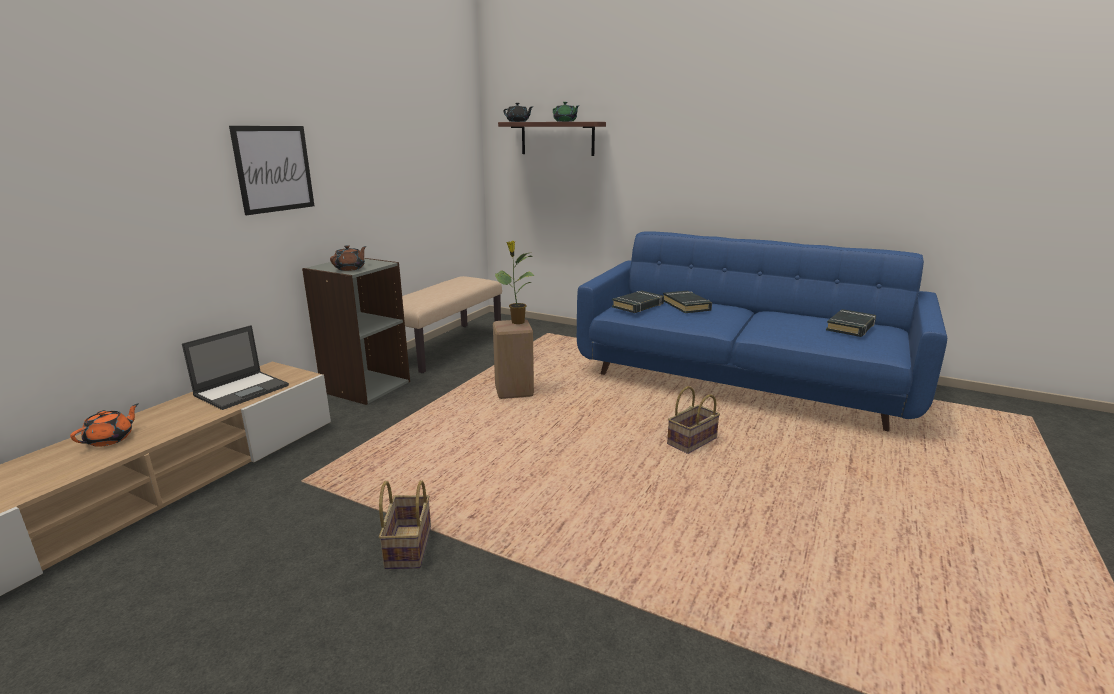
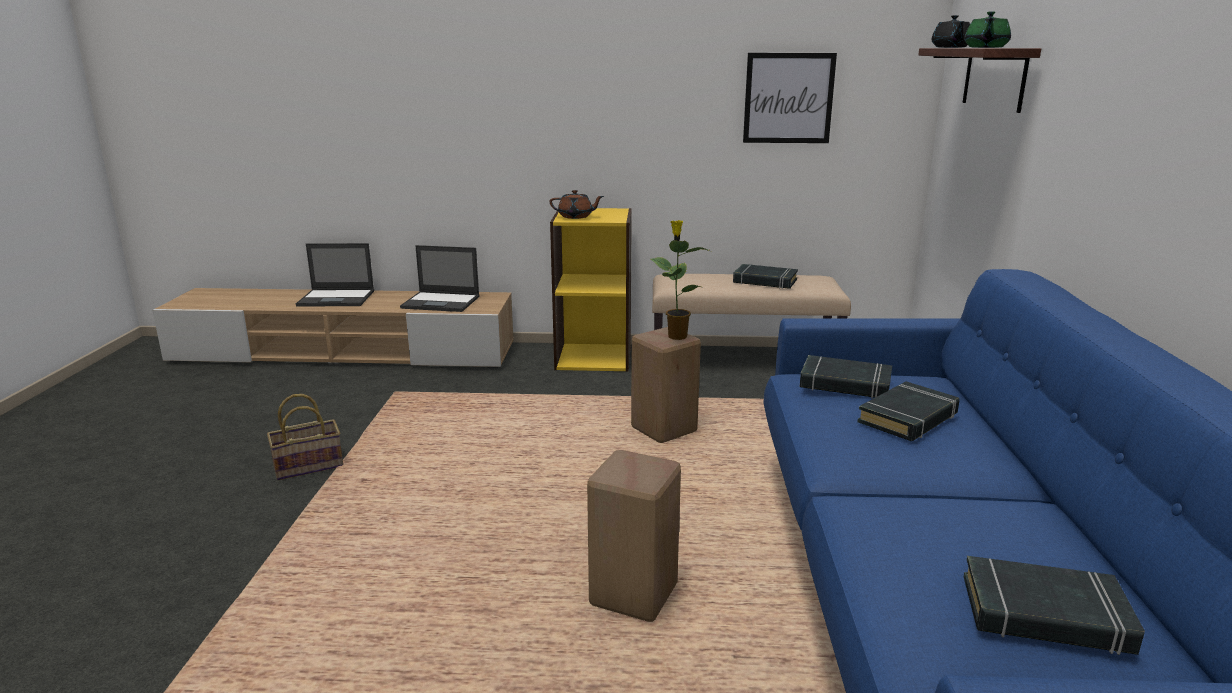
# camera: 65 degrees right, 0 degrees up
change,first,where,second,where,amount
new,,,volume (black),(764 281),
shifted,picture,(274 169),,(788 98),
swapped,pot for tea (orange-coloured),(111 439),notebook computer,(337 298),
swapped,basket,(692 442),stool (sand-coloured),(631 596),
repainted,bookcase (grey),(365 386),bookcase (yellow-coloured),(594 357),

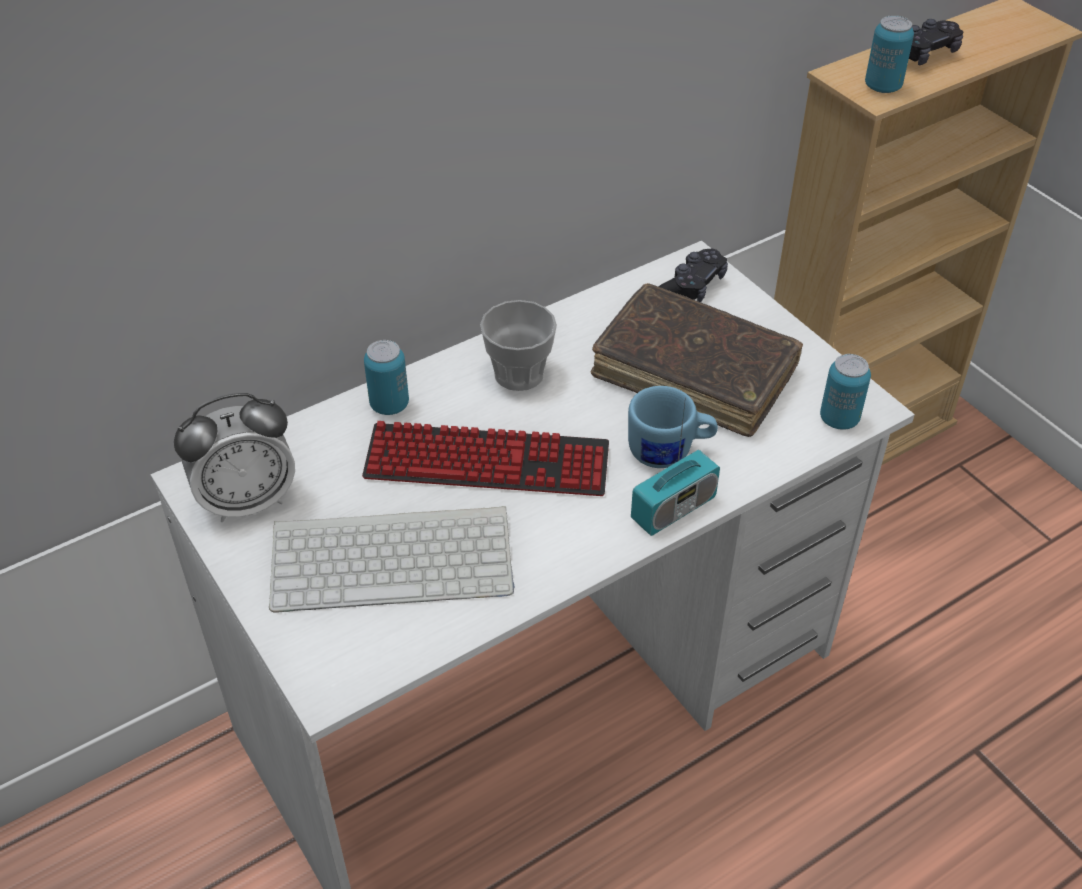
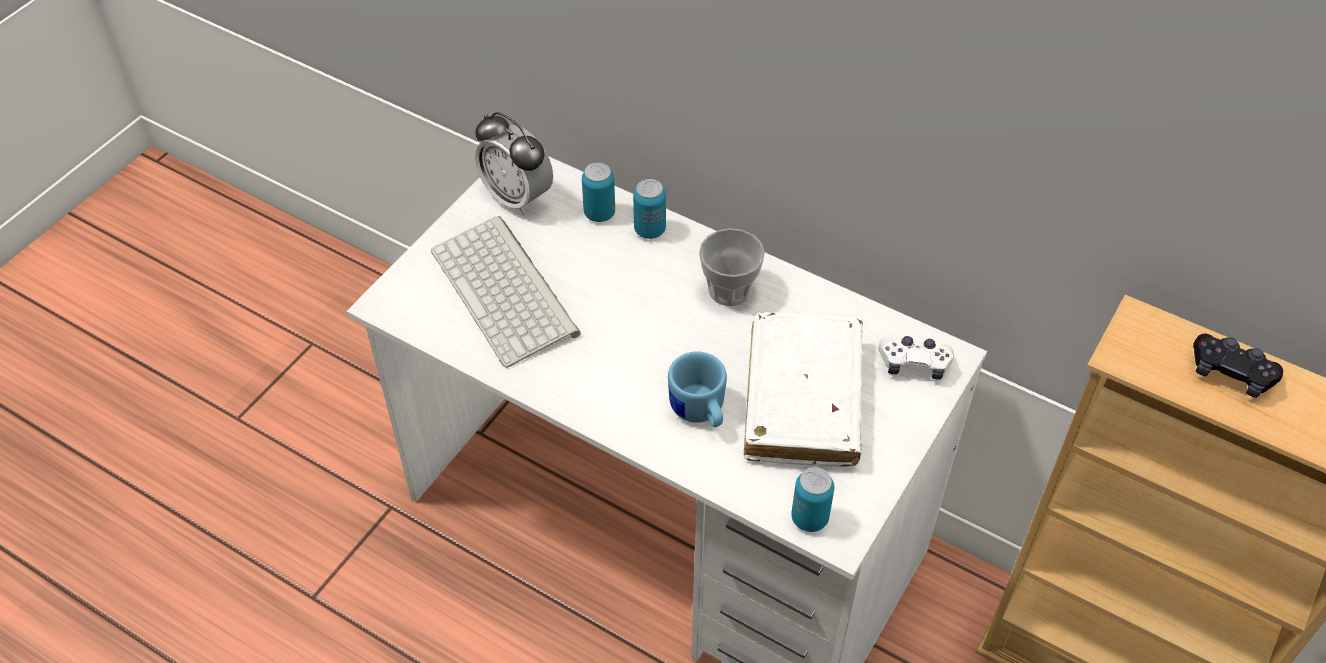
# camera: 65 degrees right, 5 degrees up
change,first,where,second,where,amount
gone,PC keyboard,(487 463),,,
gone,radio receiver,(673 509),,,
shifted,sealed can,(882 87),,(599 213),
repainted,volume (brown-coloured),(694 373),volume (white),(802 400),
repainted,game controller (black),(692 287),game controller (white),(914 364),

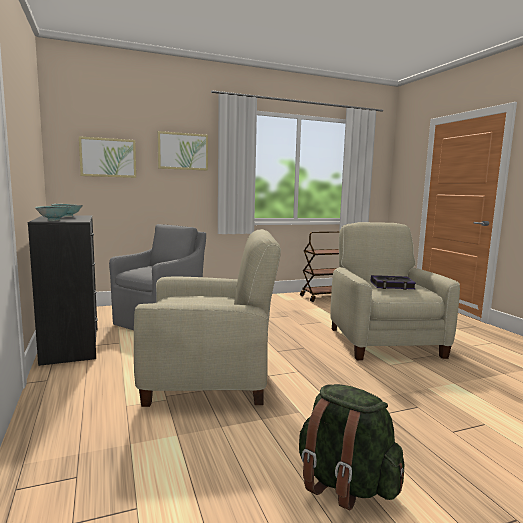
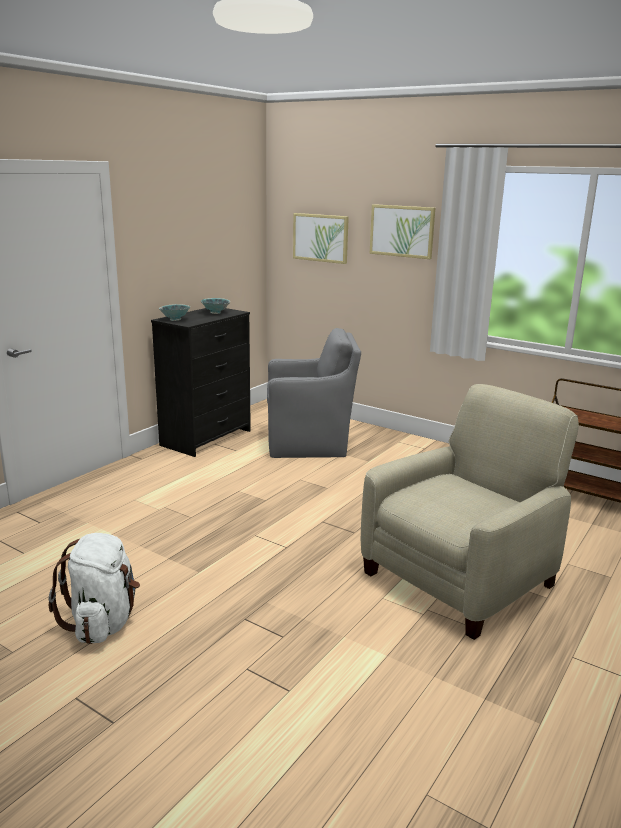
# camera: 55 degrees right, 10 degrees up
change,first,where,second,where,amount
gone,easy chair (sand-coloured),(209 378),,,
gone,volume,(392 285),,,
repainted,backpack (green-coloured),(345 484),backpack (white),(102 622),

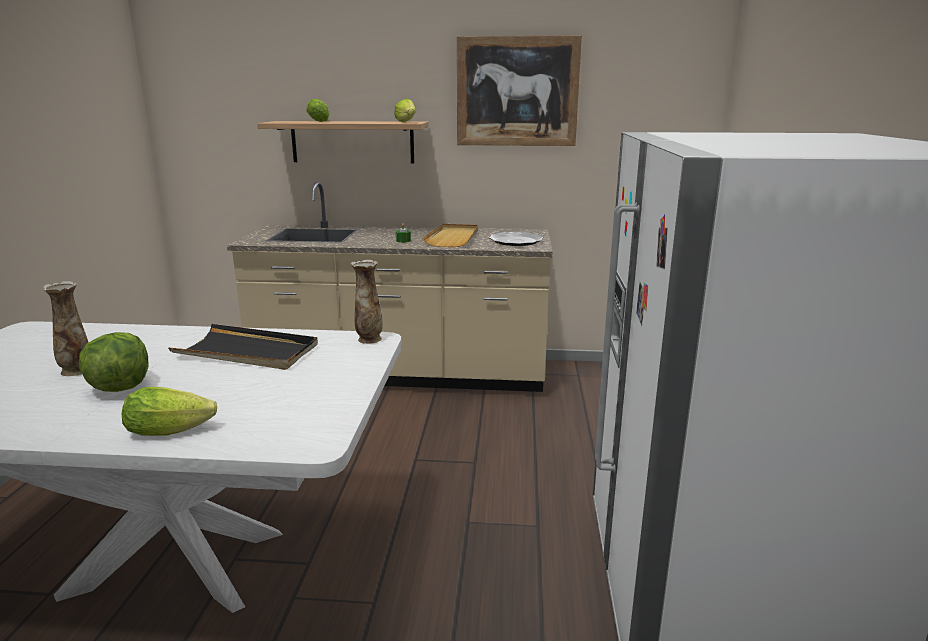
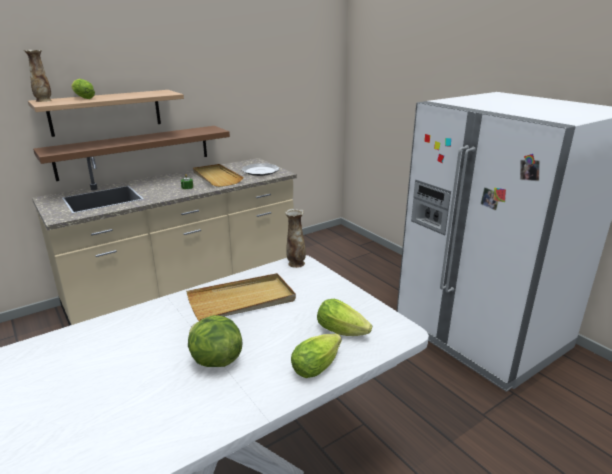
# camera: 40 degrees left, 5 degrees up
change,first,where,second,where,amount
gone,picture,(517 92),,,
new,,,bracket shelf (brown-coloured),(135 152),
shifted,vase,(77 370),,(44 101),
shifted,lettuce,(406 122),,(344 331),
repainted,tray (black),(247 352),tray (sand-coloured),(242 300),

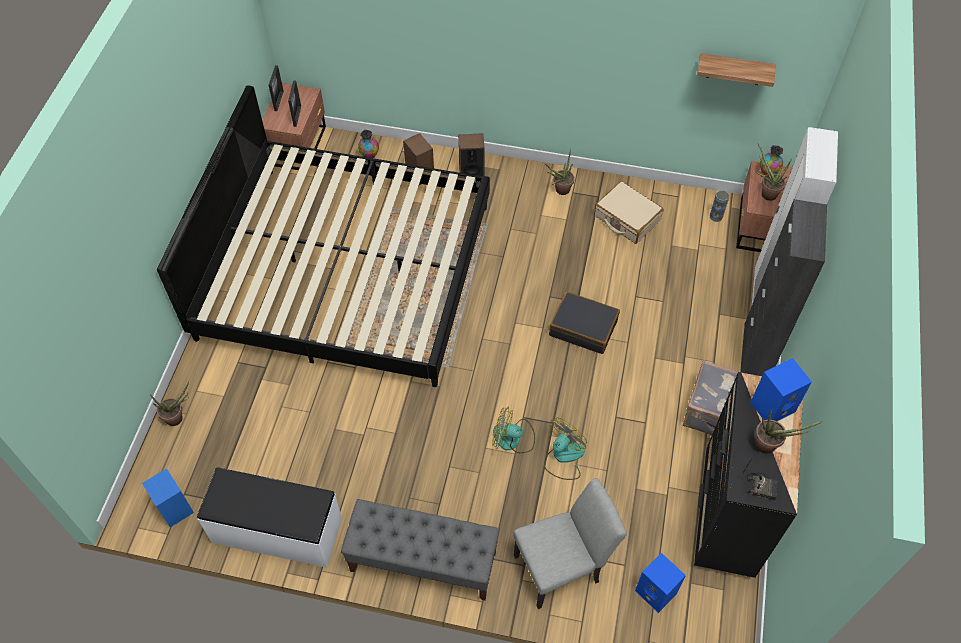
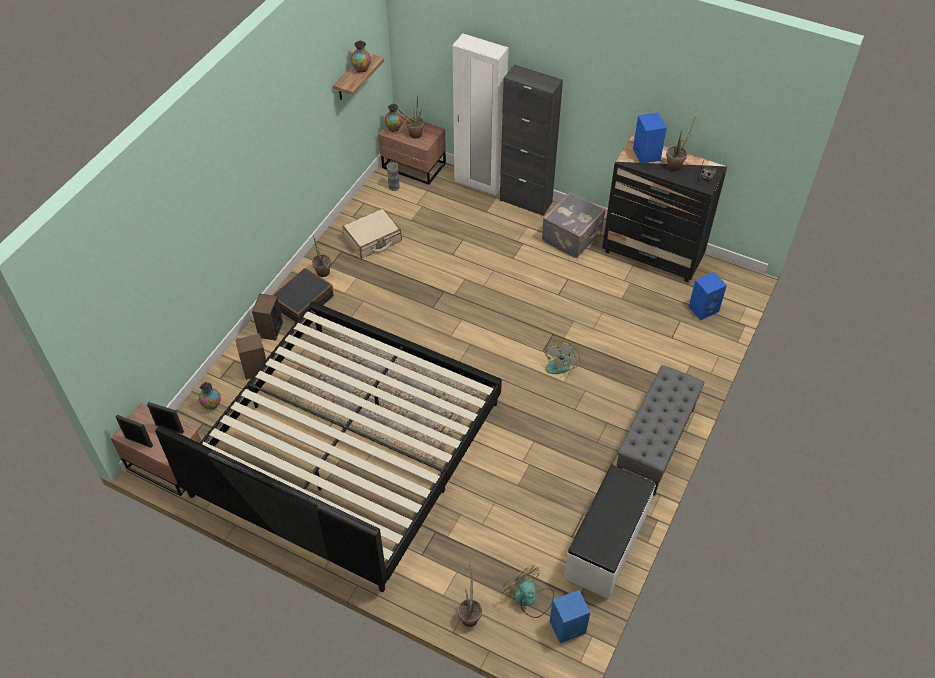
# camera: 75 degrees left, 5 degrees down
change,first,where,second,where,amount
gone,plain chair (grey),(563 567),,,
new,,,vase,(362 69),
shifted,cooling fan,(563 457),,(529 598),
shifted,travel case (black),(583 328),,(303 301),

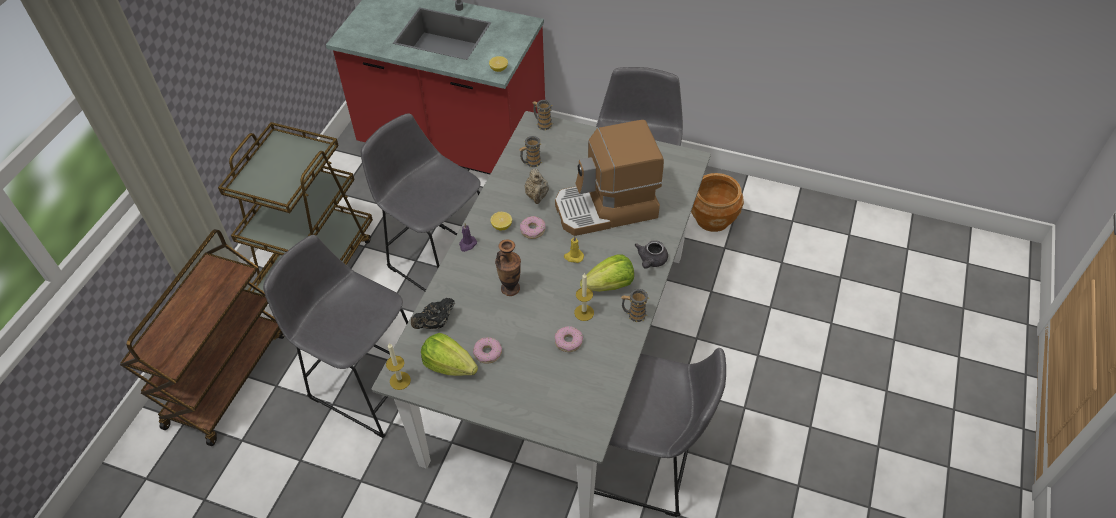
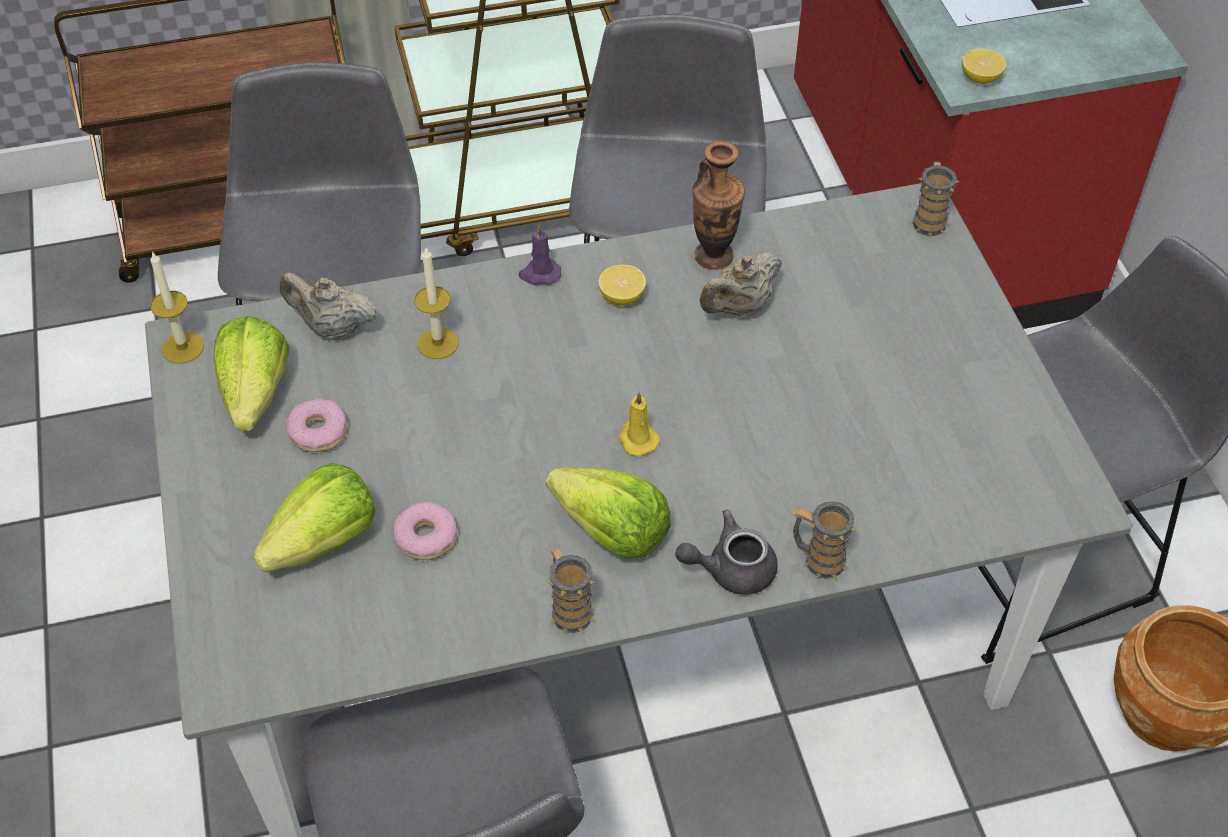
# camera: 55 degrees right, 0 degrees up
change,first,where,second,where,amount
gone,ring doughnut,(533 230),,,
gone,coffee machine,(607 209),,,
new,,,lettuce,(324 542),
shifted,vase,(510 288),,(714 256),
shifted,mug,(531 163),,(817 559),
shifted,wax light,(584 312),,(438 343),
repainted,pot for tea (black),(435 323),pot for tea (sand-coloured),(332 327),

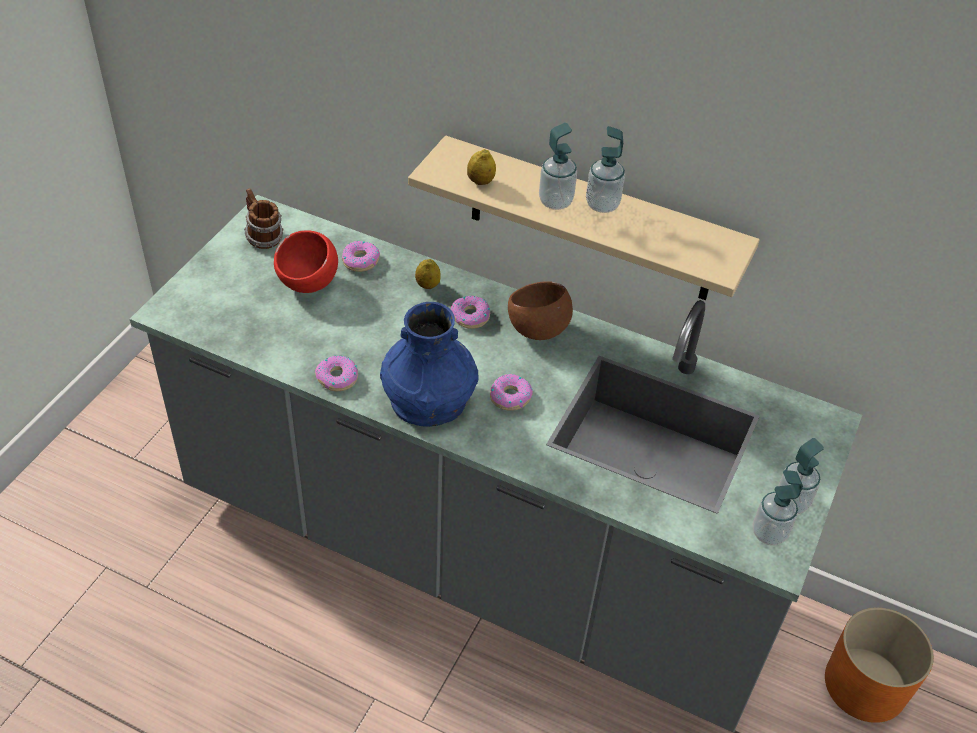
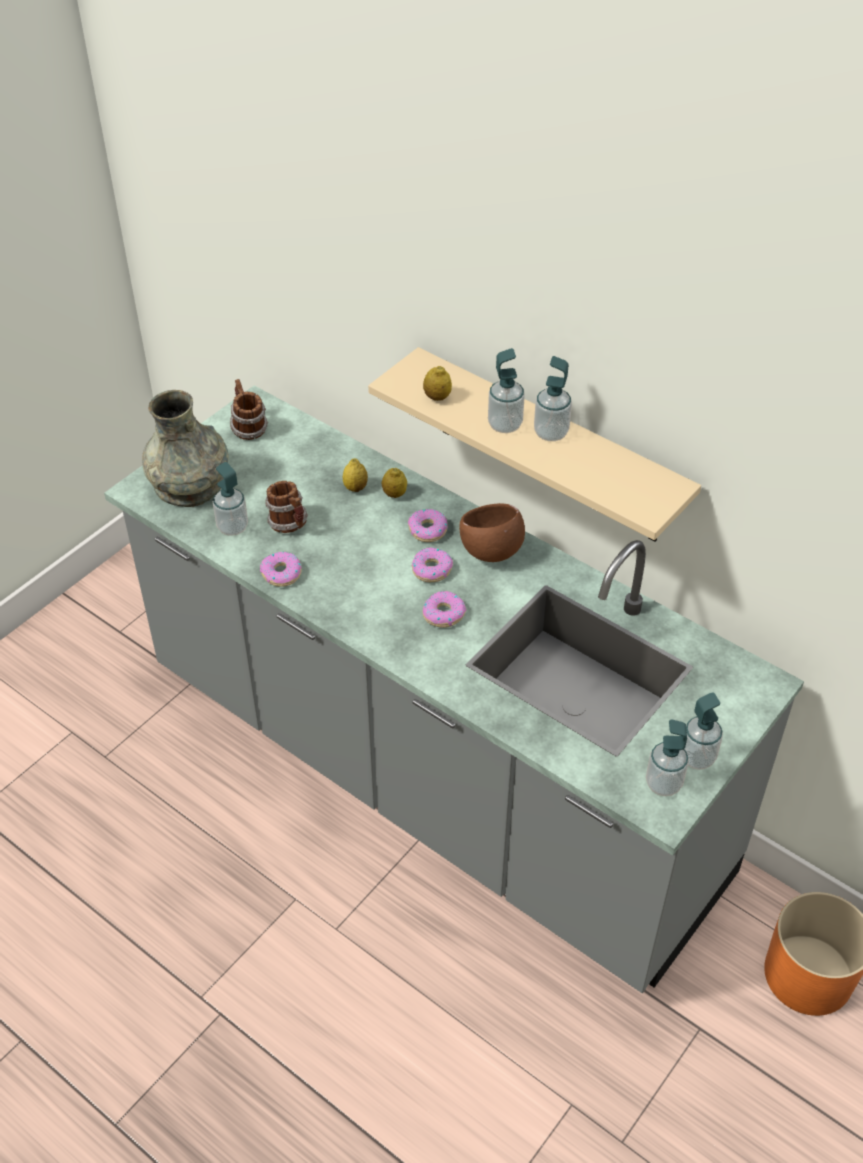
# camera: 15 degrees right, 0 degrees up
change,first,where,second,where,amount
gone,bowl (reddish),(309 283),,,
gone,vase (blue),(428 398),,,
new,,,vase (grey),(189 483),
new,,,liquid soap bottle,(232 527),
new,,,mug,(290 524),
new,,,lemon,(355 488),
shifted,ring doughnut,(360 261),,(431 569),

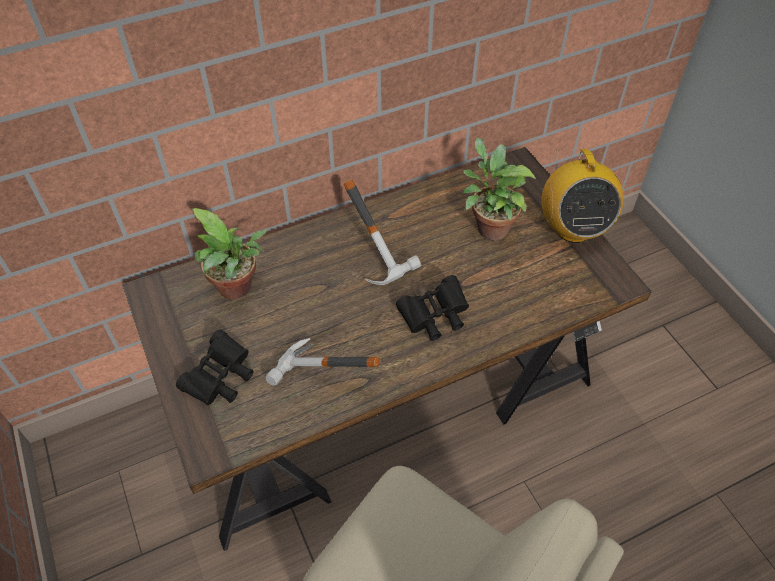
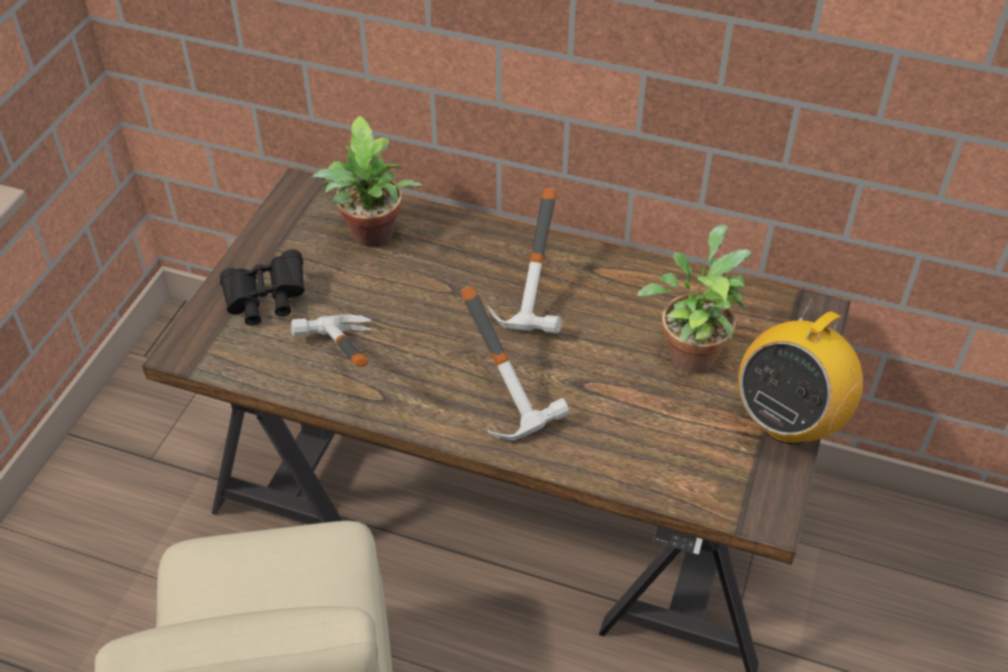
# camera: 45 degrees right, 5 degrees down
change,first,where,second,where,amount
swapped,field glasses (black),(434 317),hand hammer,(515 393),

